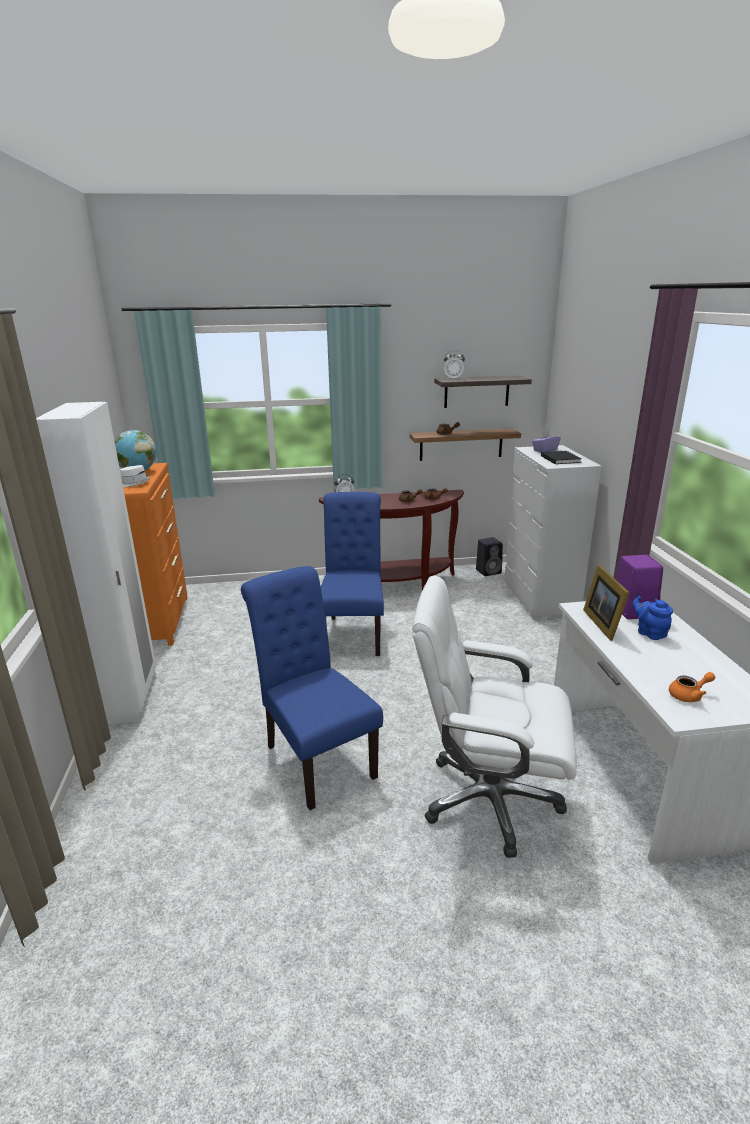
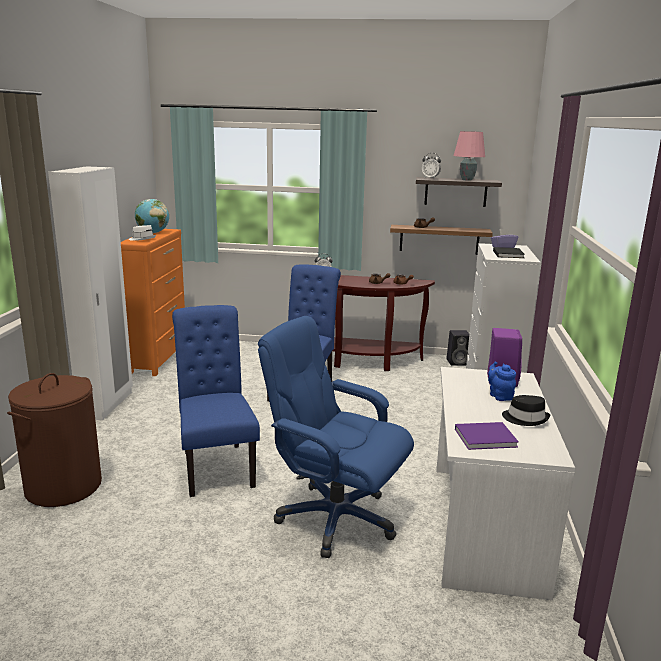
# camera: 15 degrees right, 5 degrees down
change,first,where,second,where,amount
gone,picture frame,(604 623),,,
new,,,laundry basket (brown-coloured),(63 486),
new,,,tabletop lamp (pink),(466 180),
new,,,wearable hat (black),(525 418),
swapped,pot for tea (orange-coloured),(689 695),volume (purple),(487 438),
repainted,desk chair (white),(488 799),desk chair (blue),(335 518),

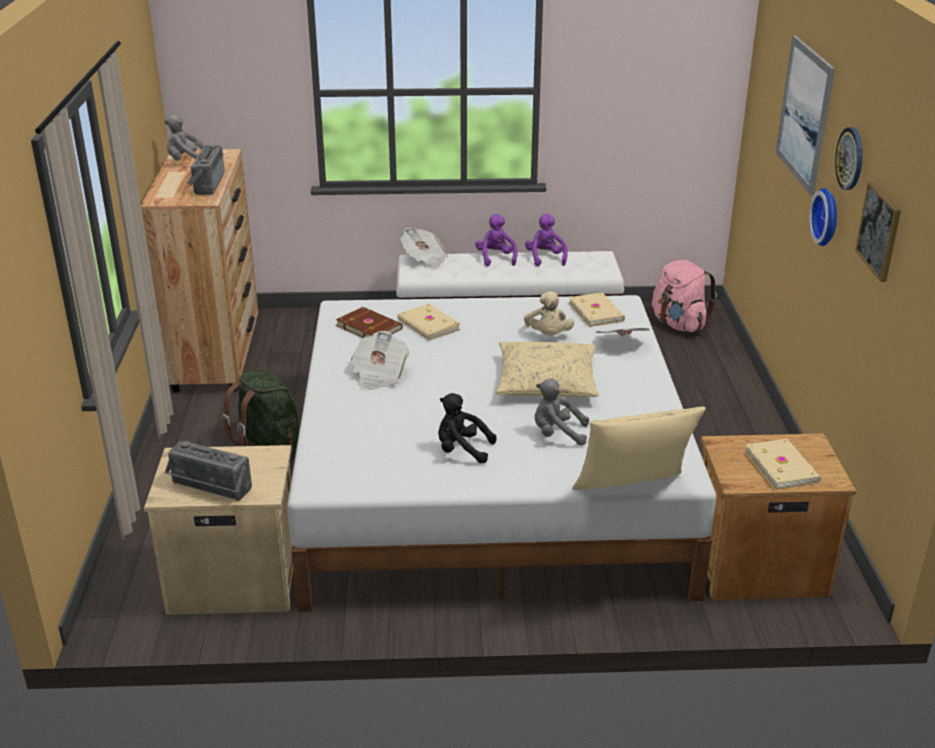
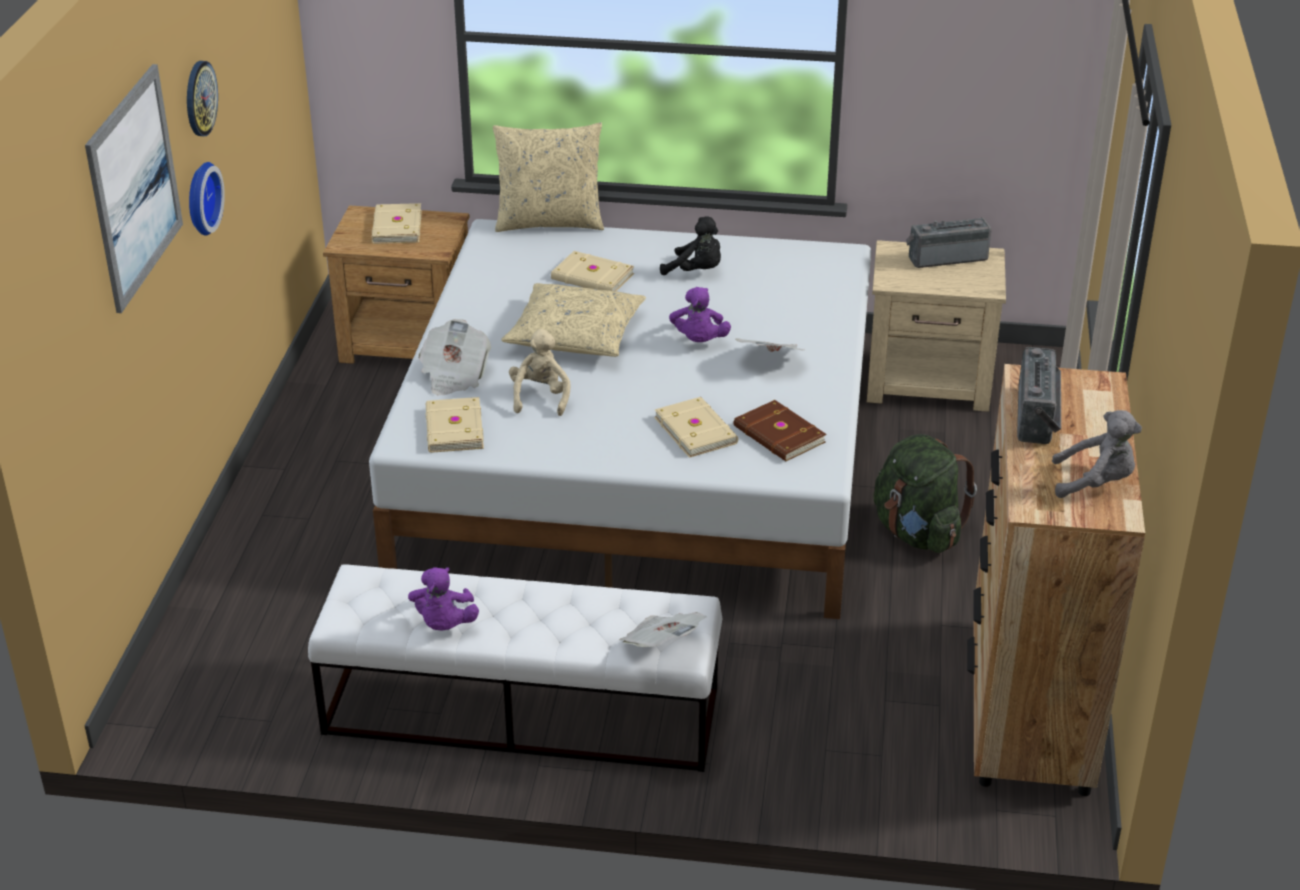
# camera: 170 degrees left, 5 degrees up
change,first,where,second,where,amount
gone,backpack (pink),(679 324),,,
gone,picture,(879 231),,,
shifted,cuddly toy (purple),(496 258),,(699 341),
swapped,cuddly toy (grey),(557 434),volume (sand-coloured),(592 277),
rotated,radio receiver,(209 489),,(946 257),45 degrees counterclockwise

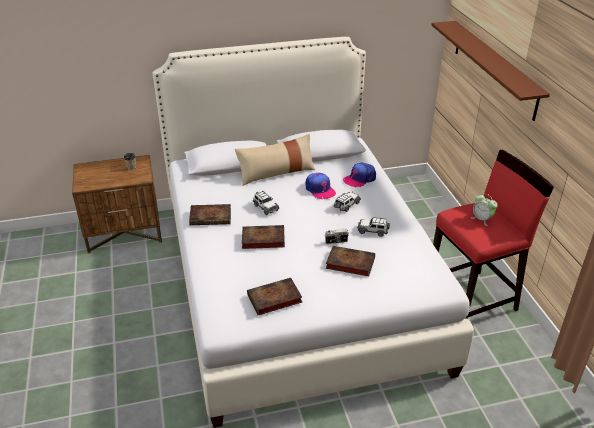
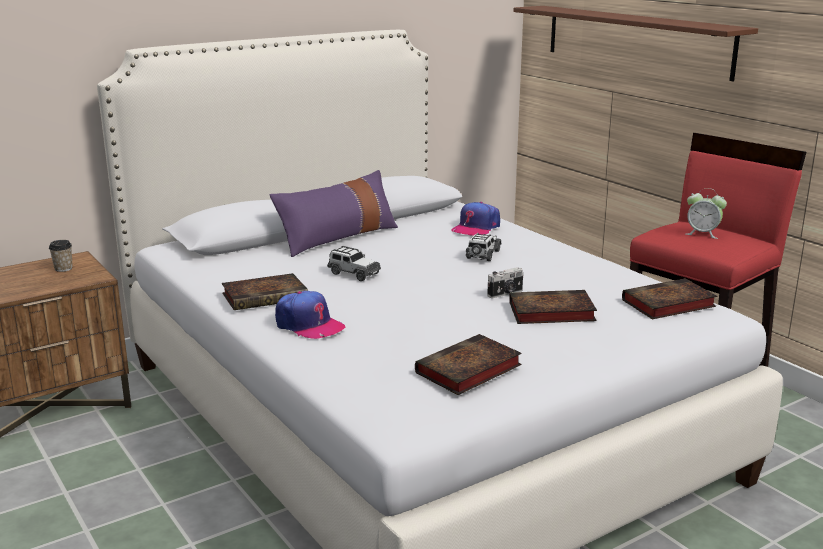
# camera: 20 degrees left, 15 degrees down
change,first,where,second,where,amount
gone,toy car,(373 231),,,
shifted,volume,(262 239),,(667 304),
shifted,peaked cap,(320 189),,(308 325),
repainted,throw pillow (sand-coloured),(276 173),throw pillow (purple),(338 238),

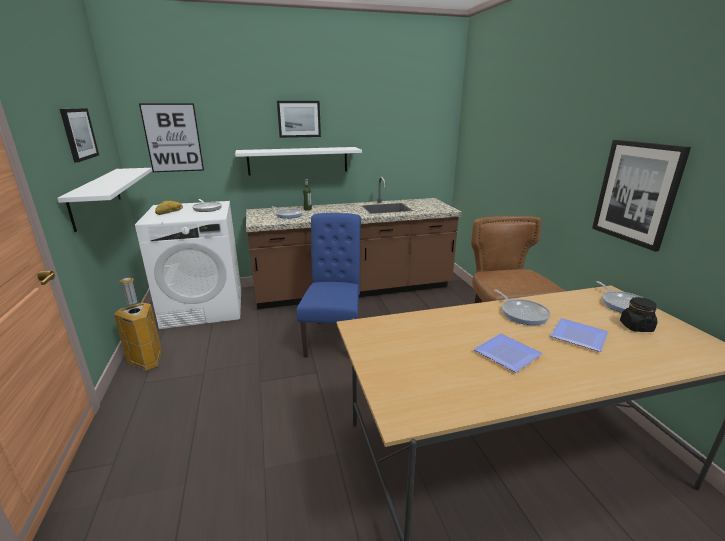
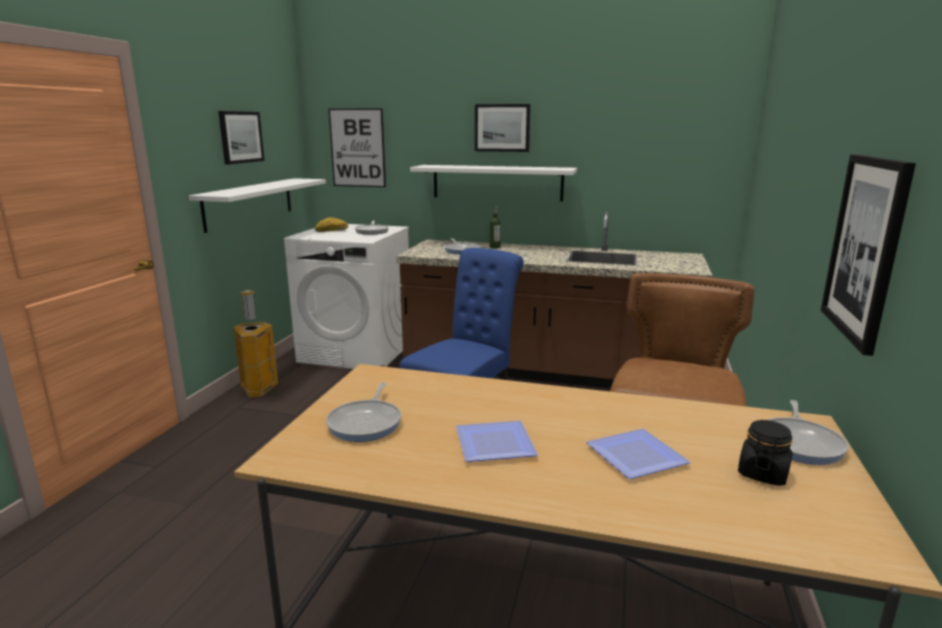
# camera: 30 degrees right, 5 degrees down
change,first,where,second,where,amount
shifted,skillet,(522 313),,(366 423),

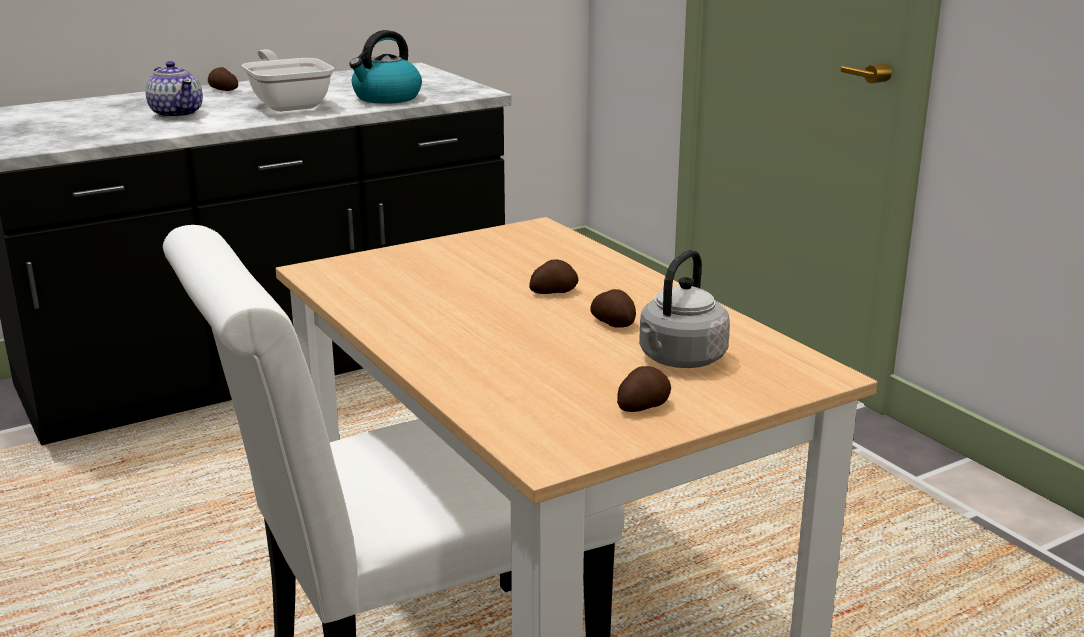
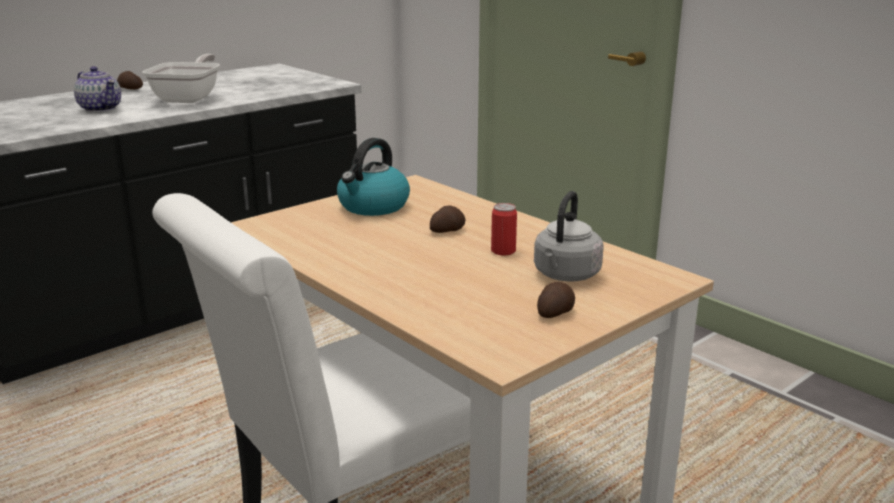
# camera: 10 degrees left, 0 degrees up
change,first,where,second,where,amount
shifted,water kettle,(386 98),,(373 206),
swapped,potato,(613 323),sealed can,(503 251),
rotated,skillet,(289 104),,(190 98),45 degrees clockwise

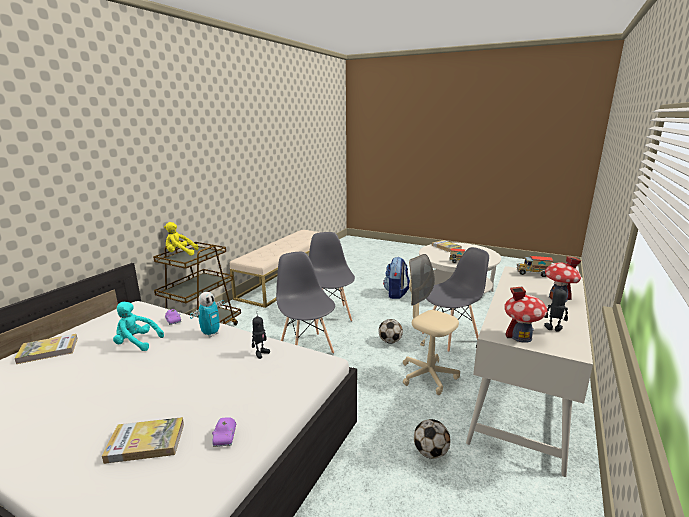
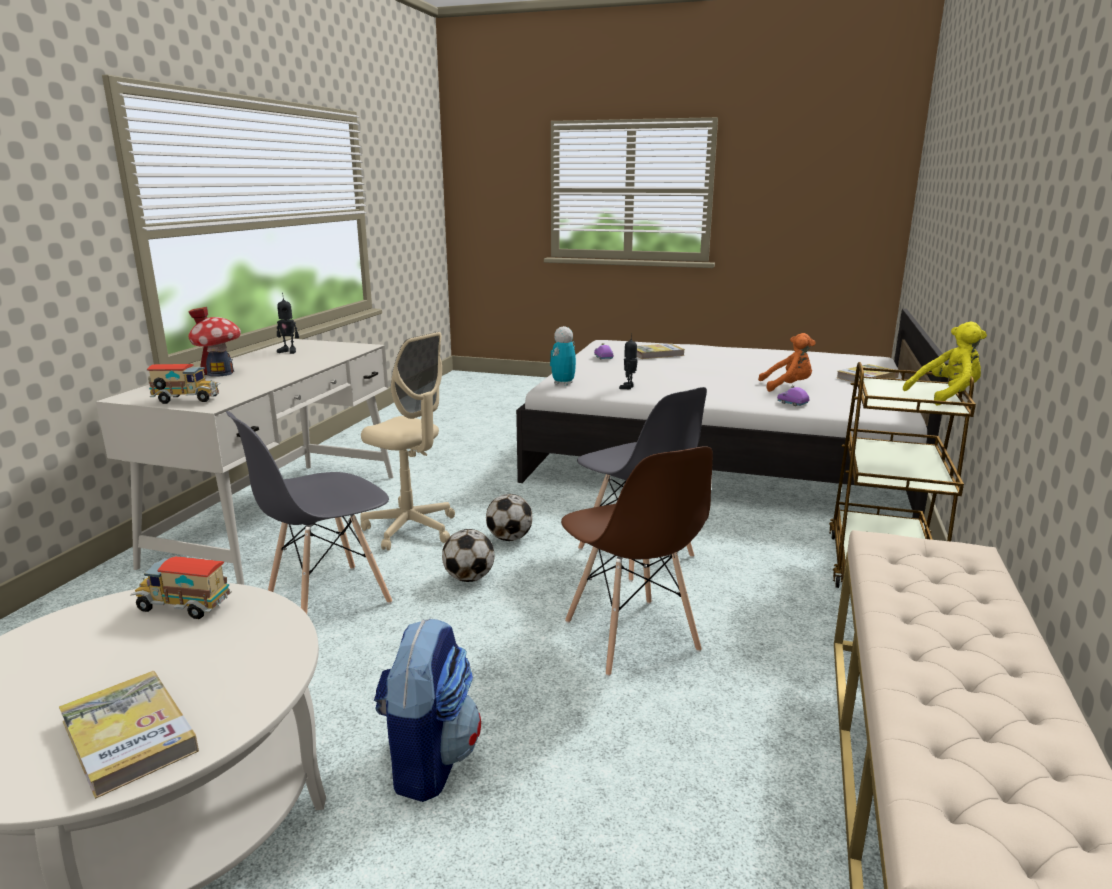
# camera: 170 degrees right, 0 degrees up
change,first,where,second,where,amount
gone,toy house,(520 337),,,
shifted,model robot,(211 334),,(563 383),
shifted,football,(430 452),,(509 538),
repainted,cuddly toy (turquoise-coloured),(136 343),cuddly toy (orange-coloured),(787 387),
repainted,plain chair (grey),(330 314),plain chair (brown-coloured),(631 636),

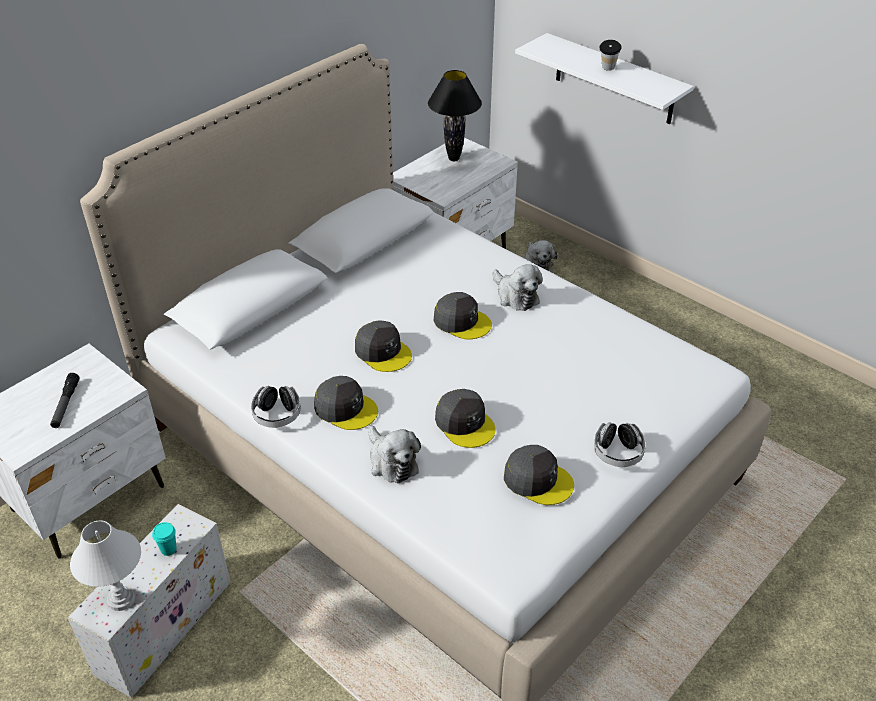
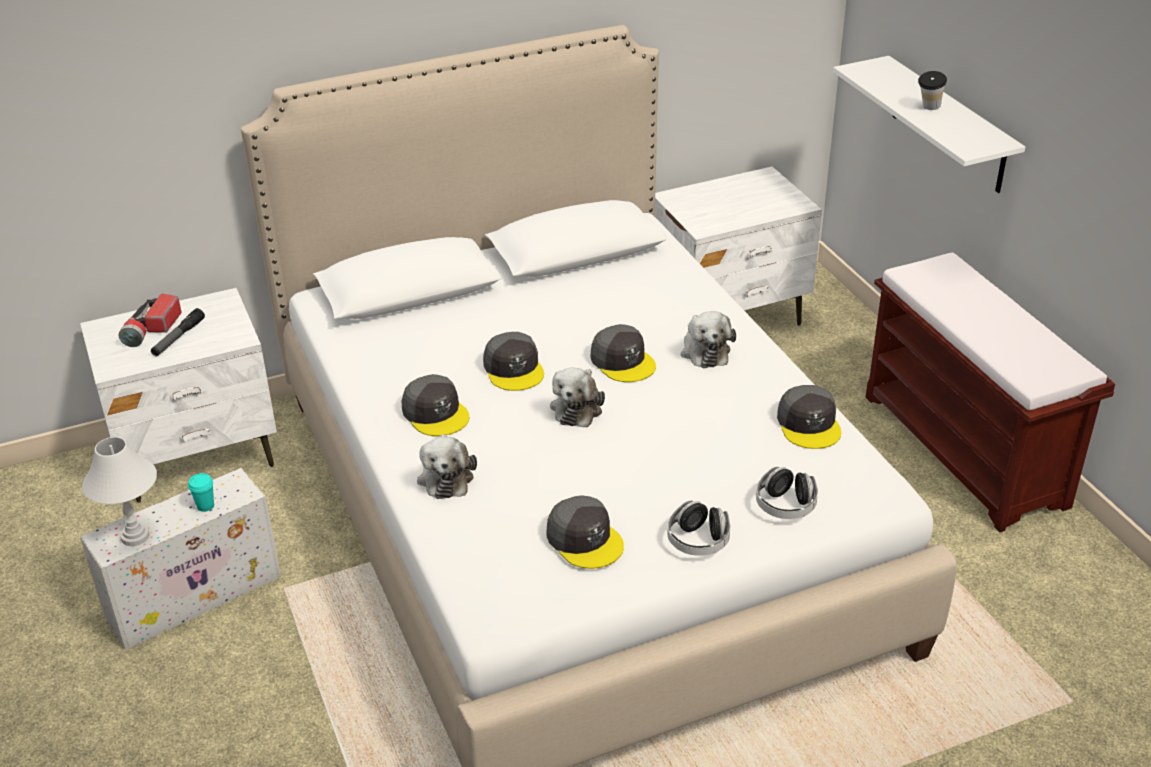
# camera: 25 degrees right, 5 degrees down
change,first,where,second,where,amount
gone,tabletop lamp (black),(454 159),,,
new,,,torch,(151 329),
new,,,indoor bench (brown-coloured),(966 450),
shifted,headset,(277 415),,(785 506),
shifted,peaked cap (grey),(465 423),,(809 424),
shifted,cuddly toy,(537 264),,(577 407),

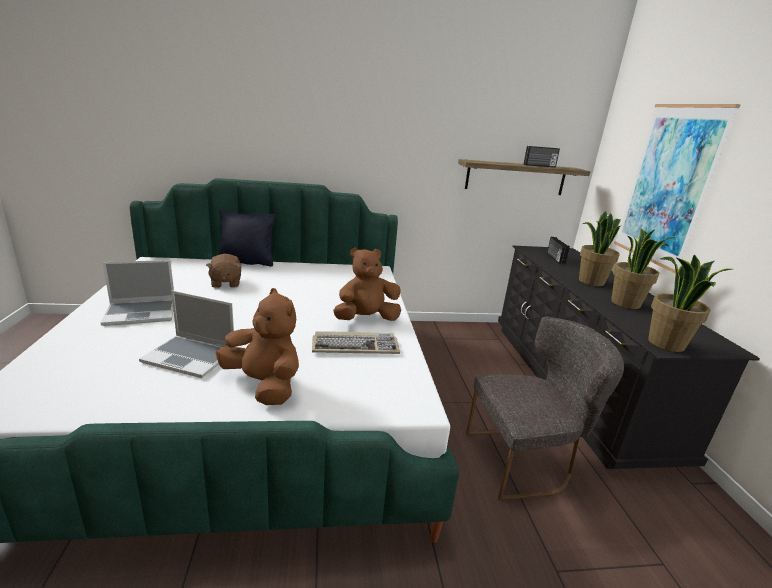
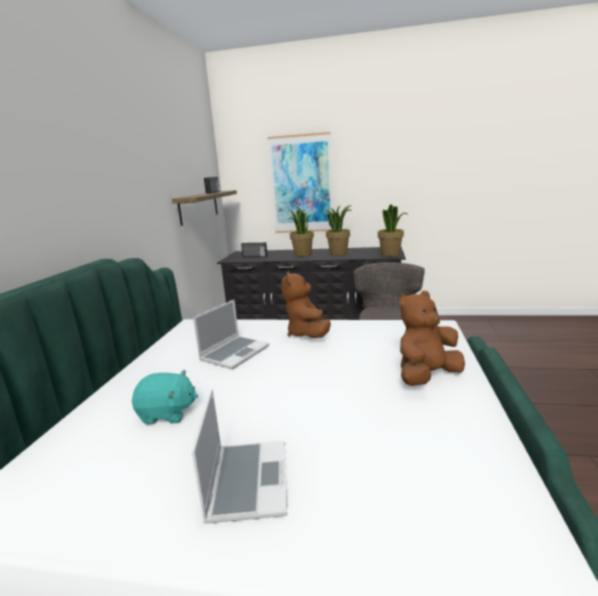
# camera: 70 degrees left, 5 degrees down
change,first,where,second,where,amount
gone,throw pillow (black),(247 262),,,
gone,PC keyboard,(356 346),,,
shifted,notebook computer,(191 357),,(235 353),
repainted,cuddly toy (brown-coloured),(225 283),cuddly toy (turquoise-coloured),(167 414),

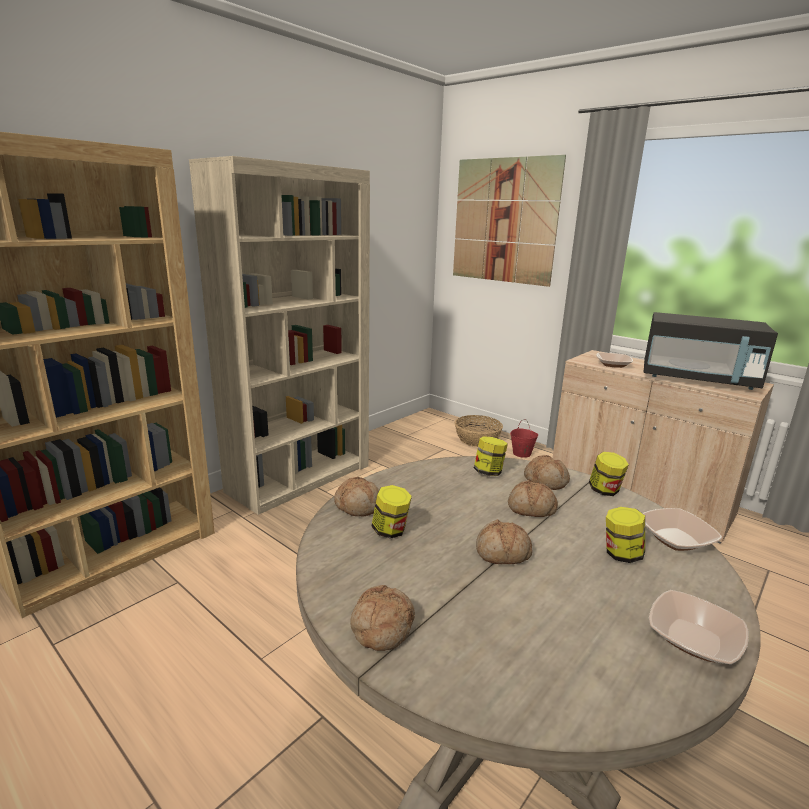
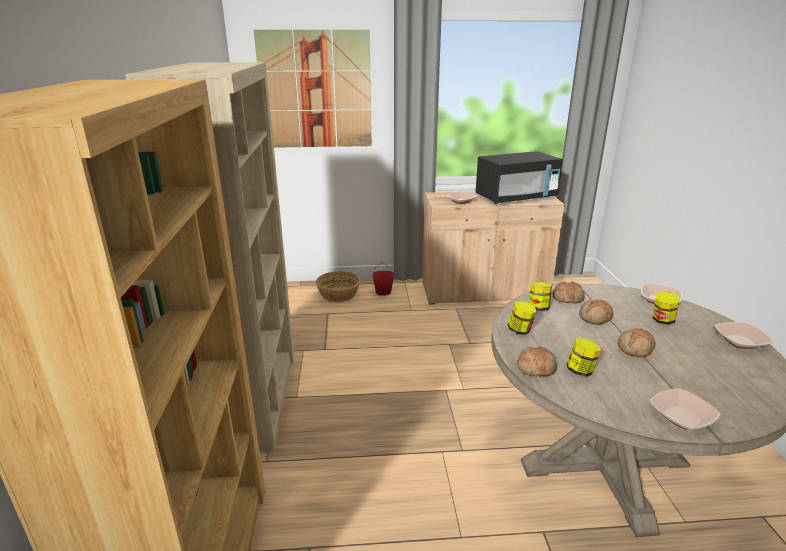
# camera: 45 degrees left, 5 degrees up
change,first,where,second,where,amount
shifted,preserve jar,(605 491),,(520 330),
swapped,baked bread,(381 626),bowl,(681 417),

